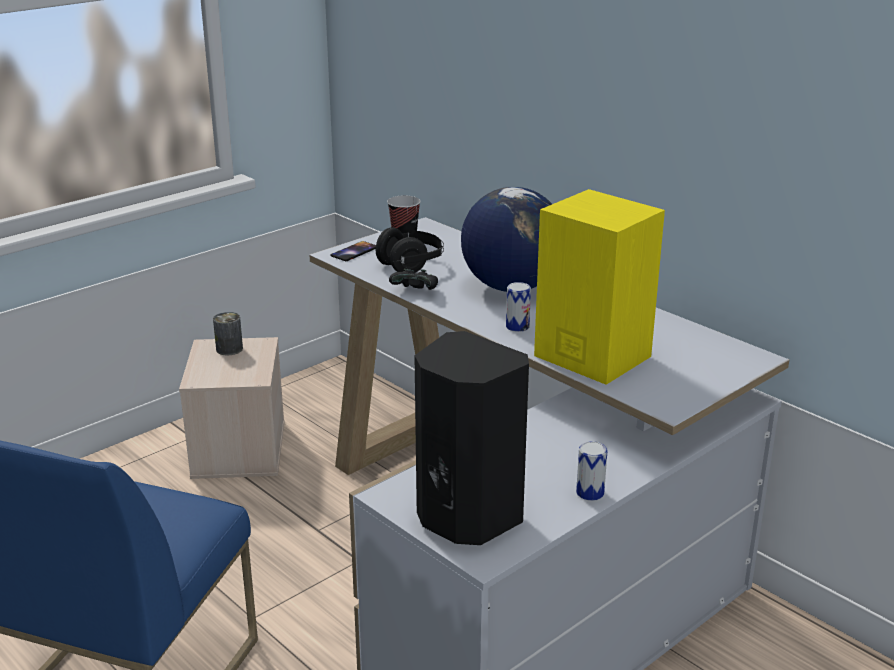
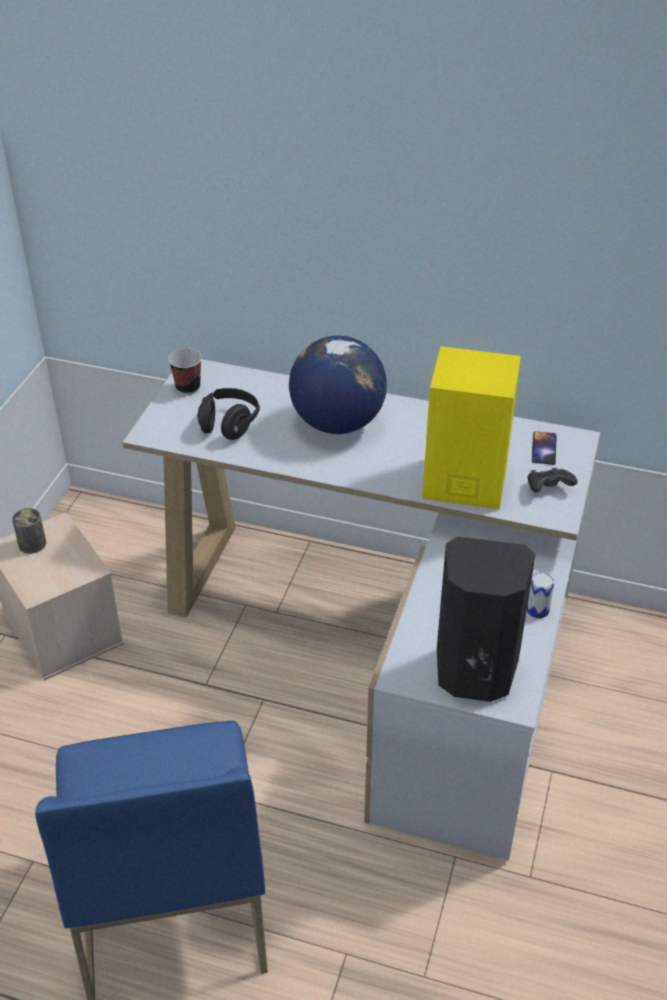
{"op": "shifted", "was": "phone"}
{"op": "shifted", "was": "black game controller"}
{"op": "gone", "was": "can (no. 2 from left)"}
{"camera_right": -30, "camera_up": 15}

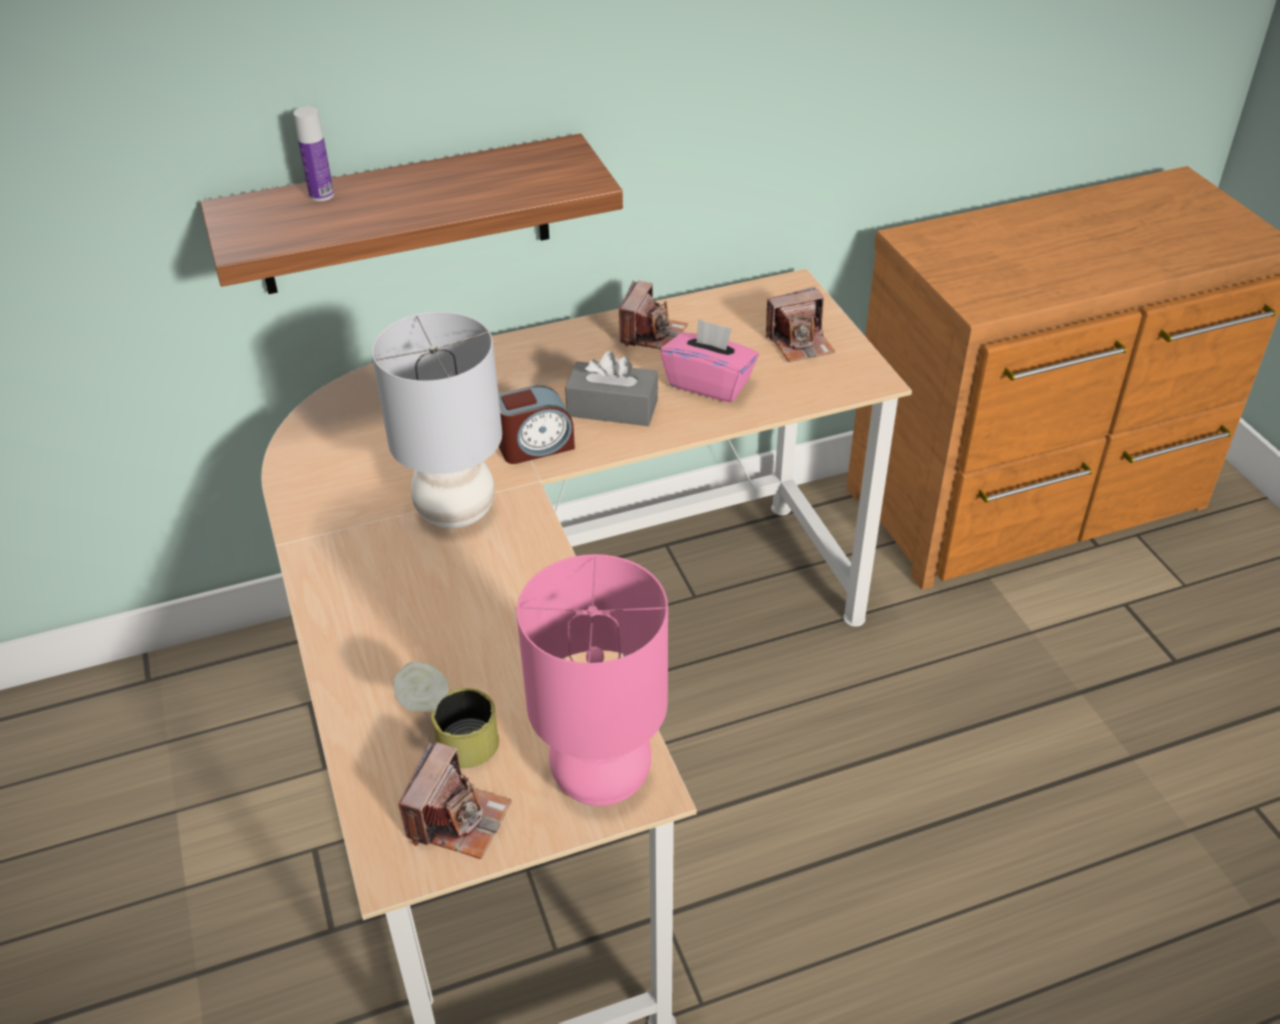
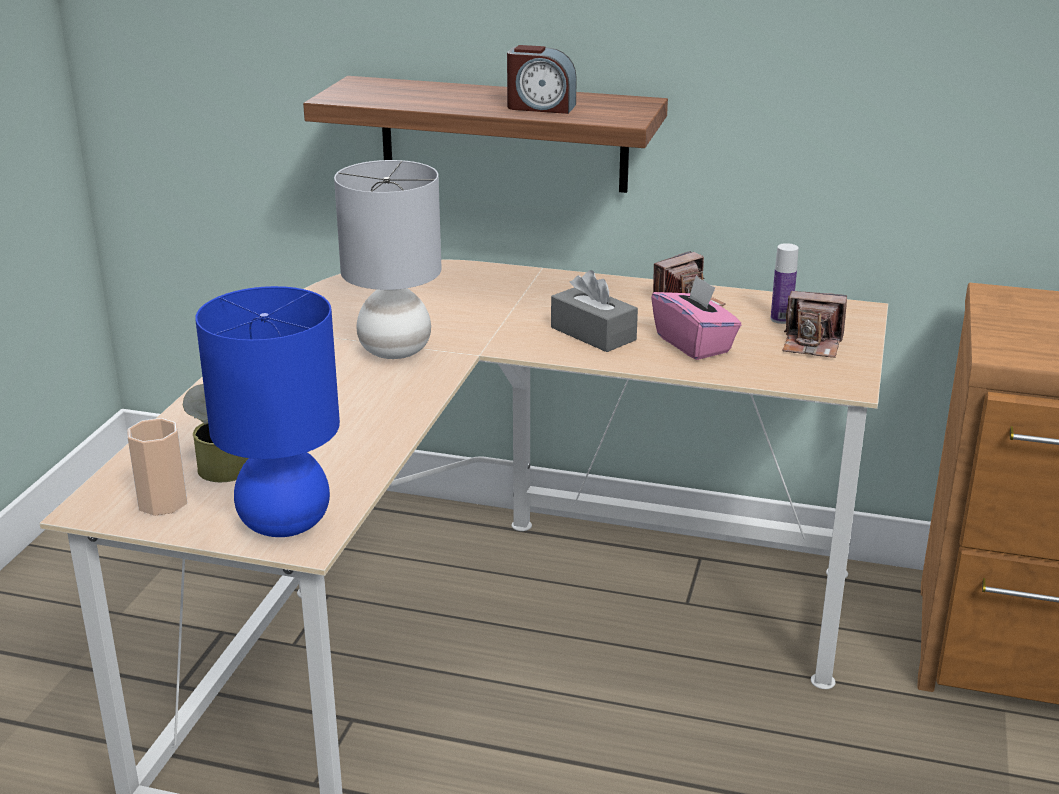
{"op": "shifted", "was": "bottle"}
{"op": "swapped", "was": "photo camera (no. 1 from left)", "now": "cup"}
{"op": "shifted", "was": "alarm clock"}
{"op": "repainted", "was": "pink table lamp", "now": "blue table lamp"}
{"camera_right": 35, "camera_up": -15}

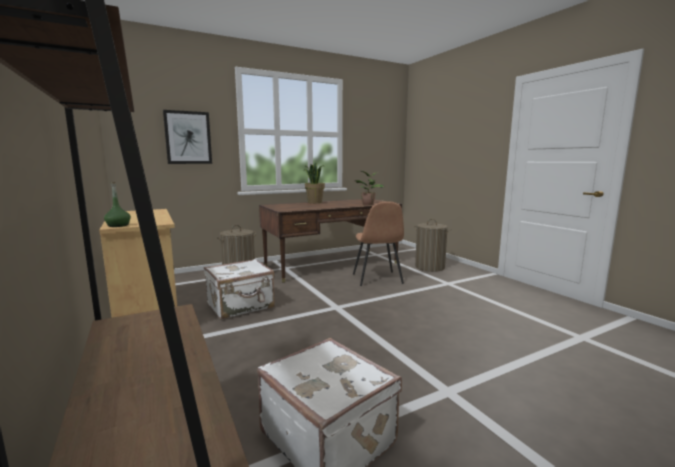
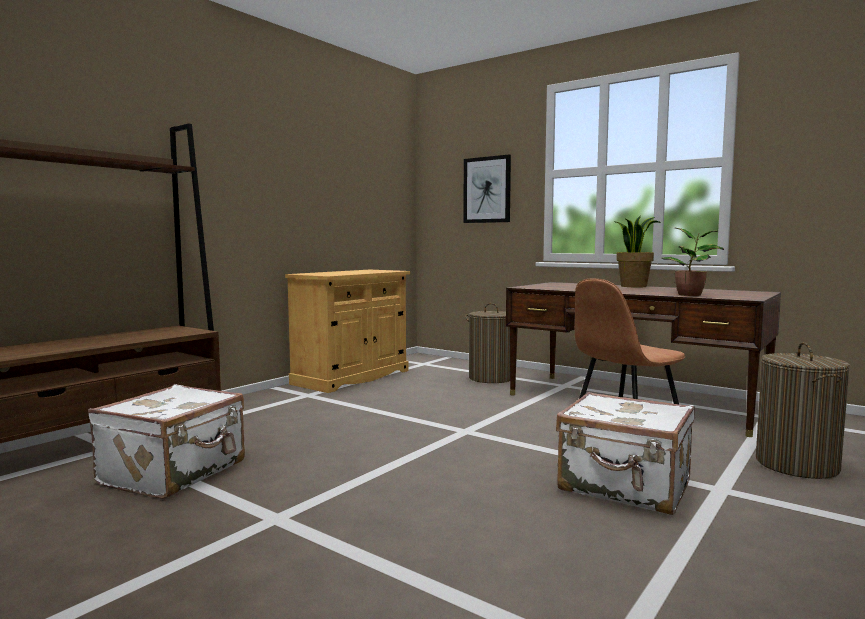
{"op": "gone", "was": "green bottle"}
{"op": "shifted", "was": "white suitcase (no. 1 from left in the first image)", "now": "white suitcase (no. 2 from left)"}
{"camera_right": 65, "camera_up": -5}

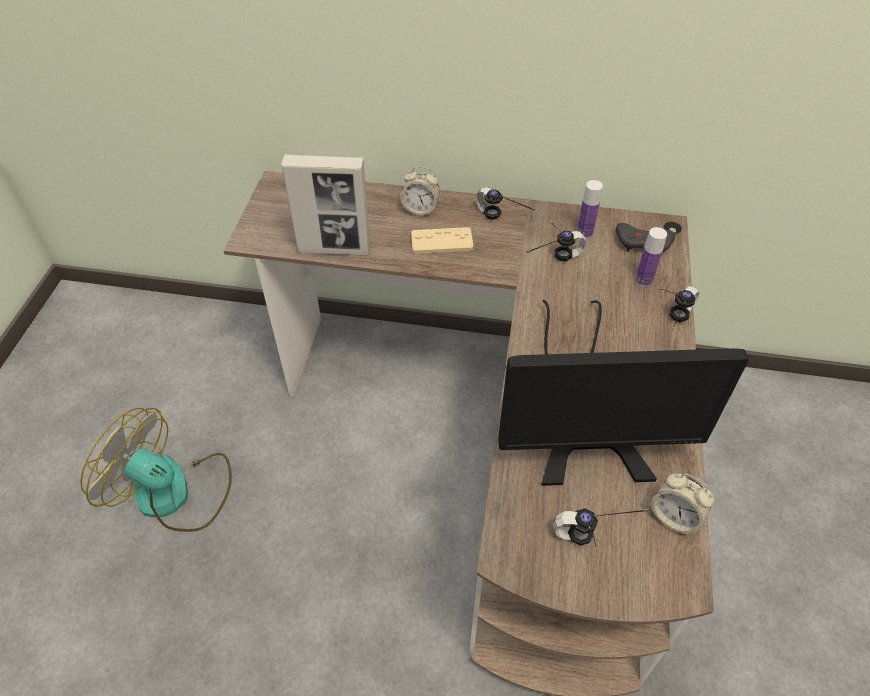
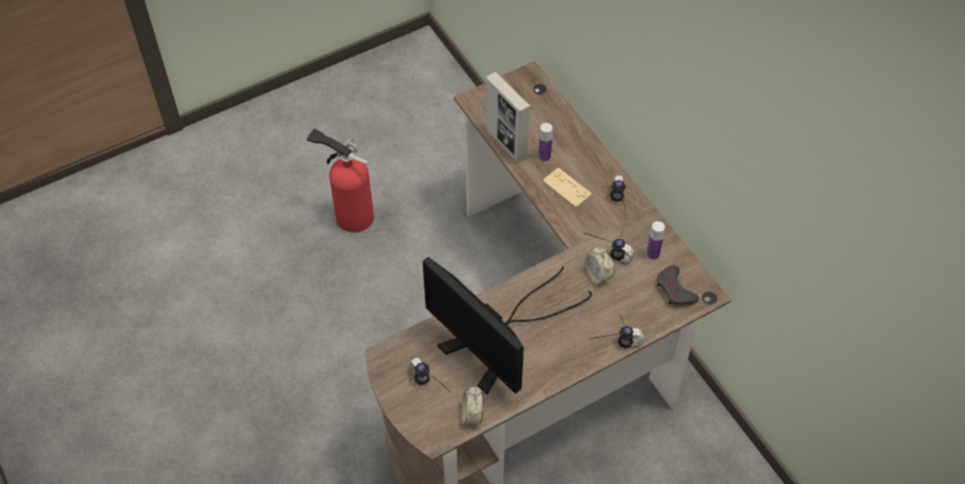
{"op": "swapped", "was": "fan", "now": "fire extinguisher"}
{"op": "shifted", "was": "alarm clock (no. 1 from left in the first image)", "now": "alarm clock (no. 2 from left)"}
{"op": "shifted", "was": "bottle (no. 2 from left in the first image)", "now": "bottle (no. 1 from left)"}
{"camera_right": 50, "camera_up": 5}

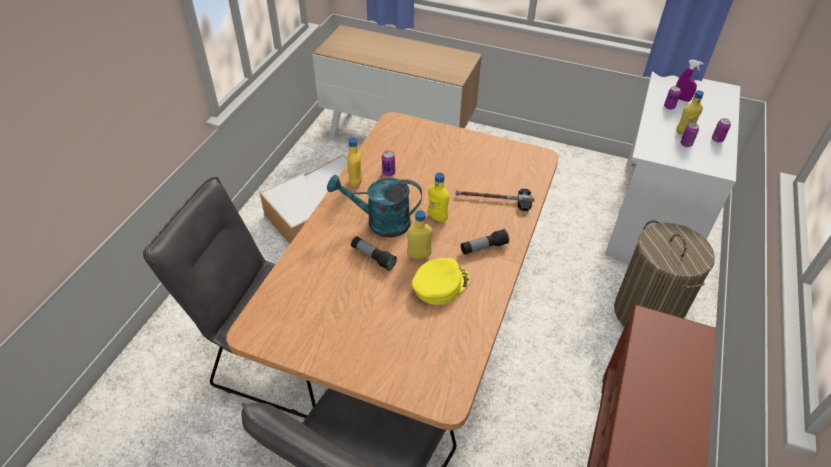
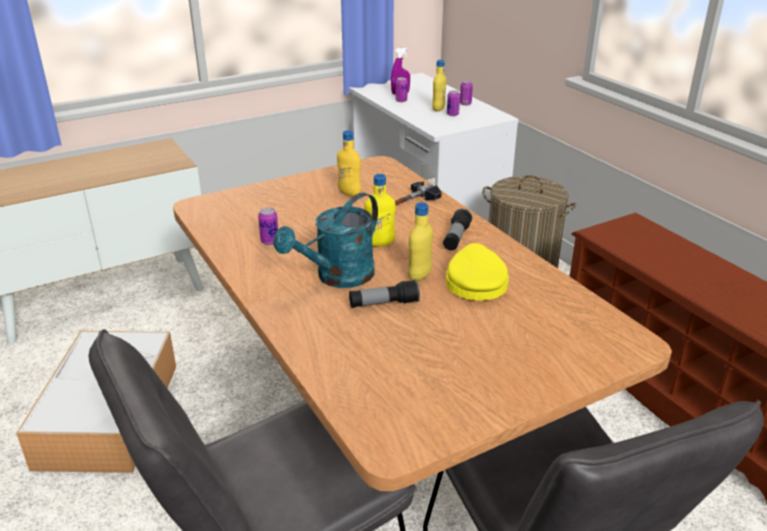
{"op": "shifted", "was": "yellow bottle (no. 1 from left)"}
{"camera_right": -50, "camera_up": -15}

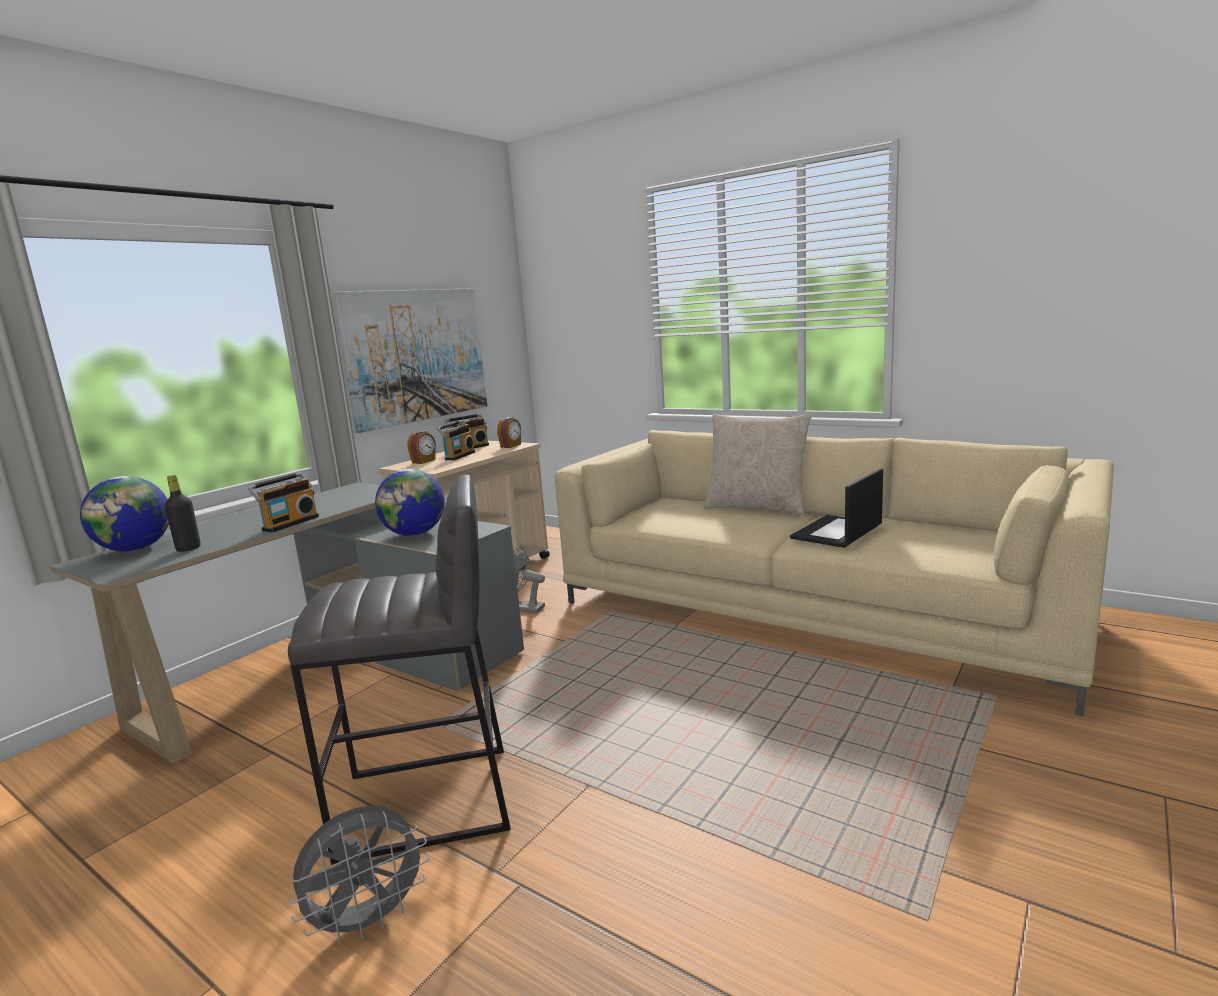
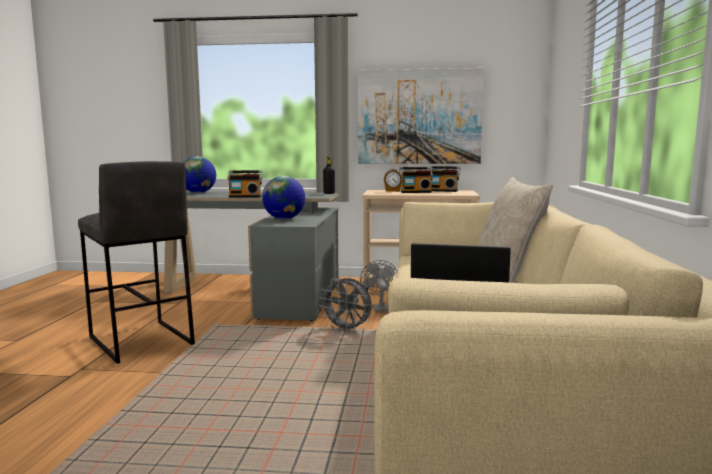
{"op": "shifted", "was": "black bottle"}
{"op": "shifted", "was": "grey fan (no. 1 from left)"}
{"op": "gone", "was": "alarm clock (no. 2 from left)"}
{"camera_right": 60, "camera_up": -5}

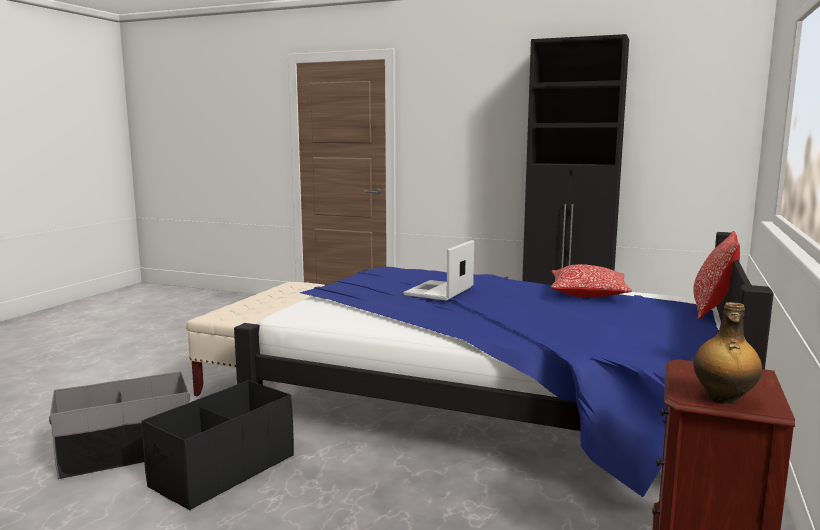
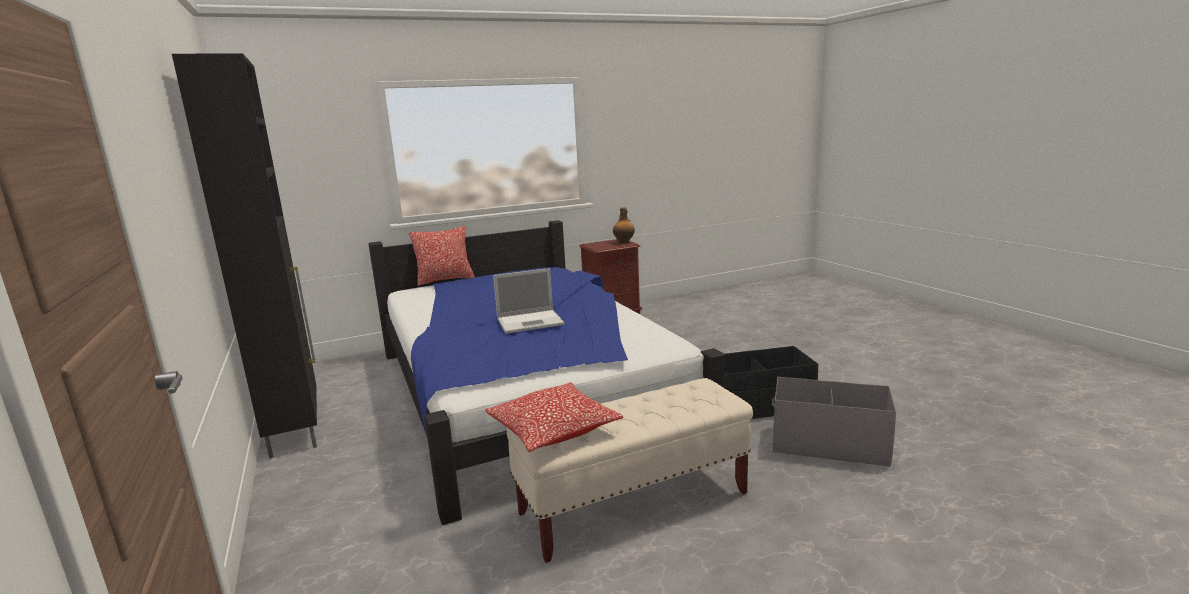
{"op": "shifted", "was": "pillow (no. 1 from left in the first image)", "now": "pillow (no. 2 from left)"}
{"camera_right": -135, "camera_up": 5}

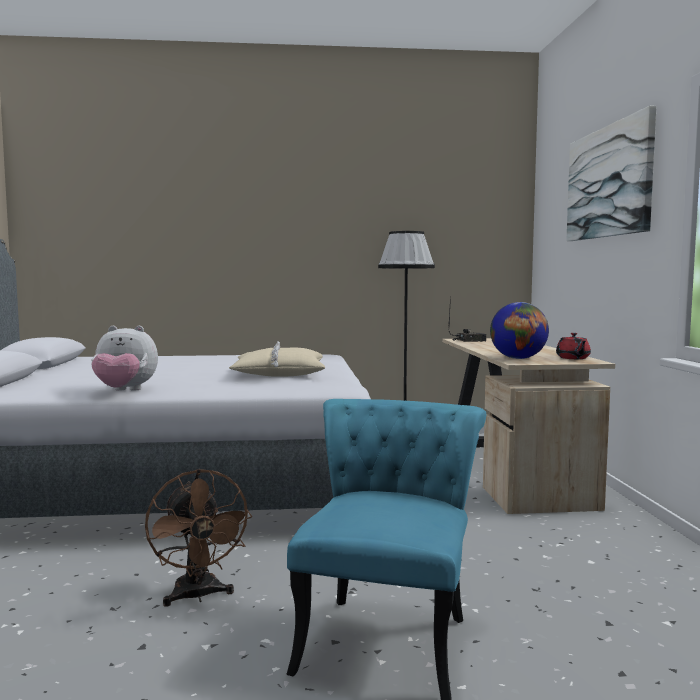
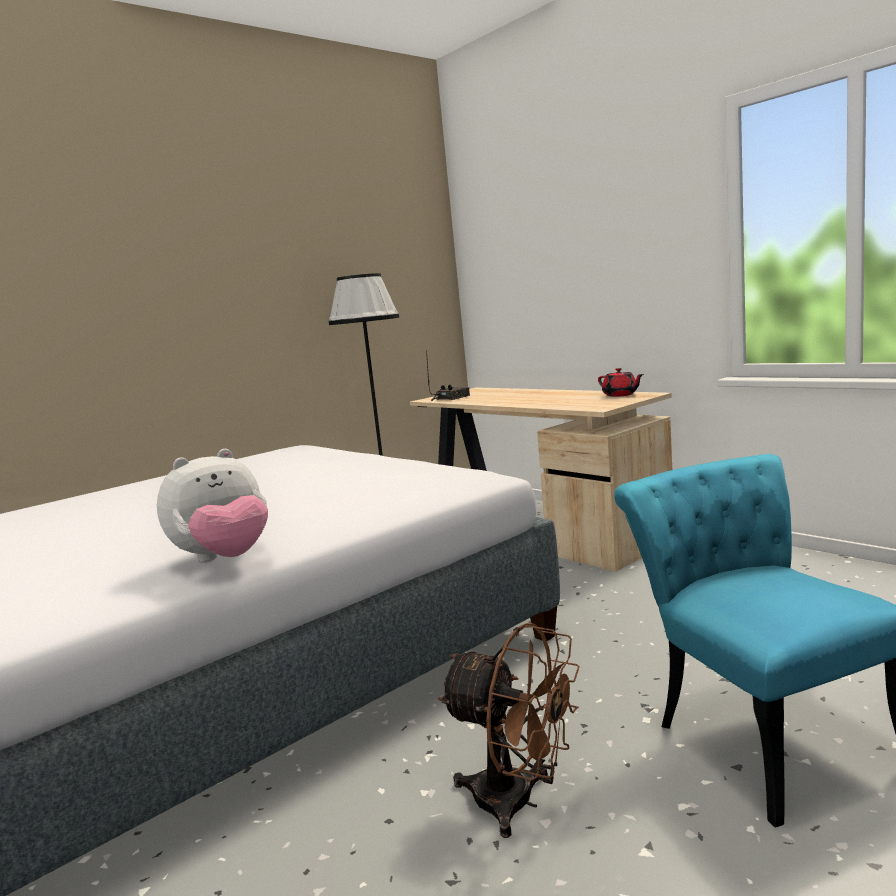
{"op": "gone", "was": "beige pillow"}
{"op": "gone", "was": "globe"}
{"op": "gone", "was": "picture"}
{"camera_right": -35, "camera_up": 5}

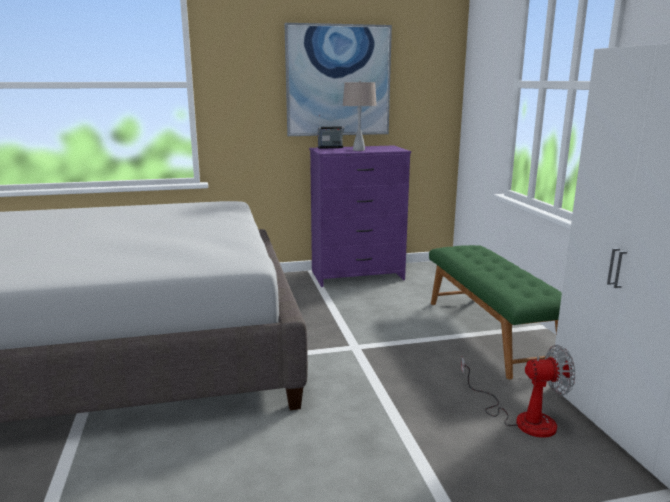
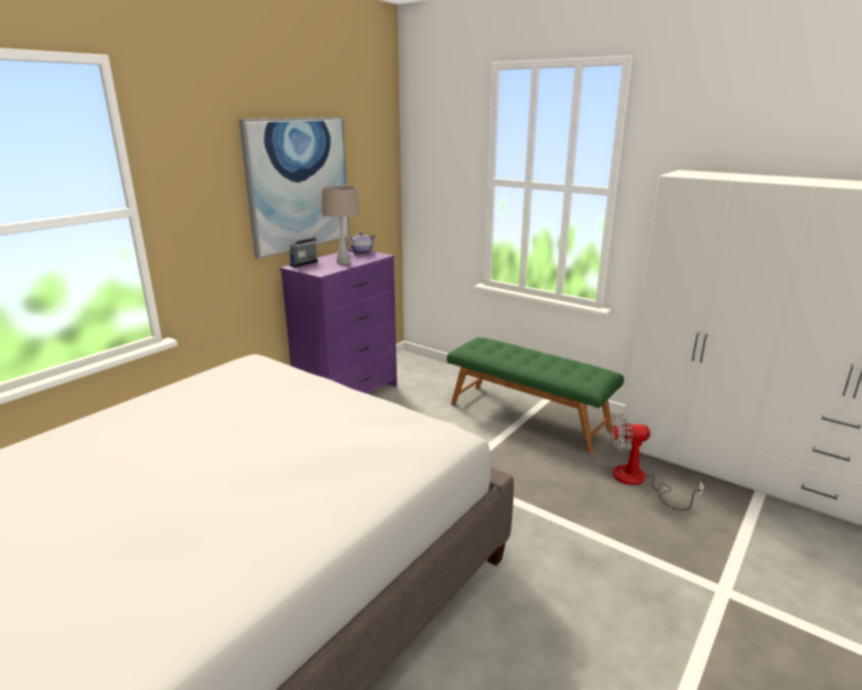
{"op": "rotated", "was": "fan", "clockwise": -135}
{"op": "new", "now": "teapot"}
{"camera_right": -40, "camera_up": 5}

